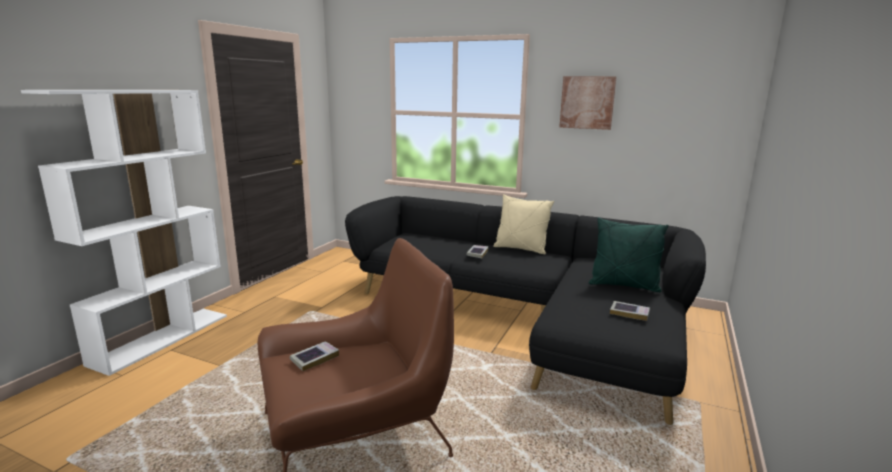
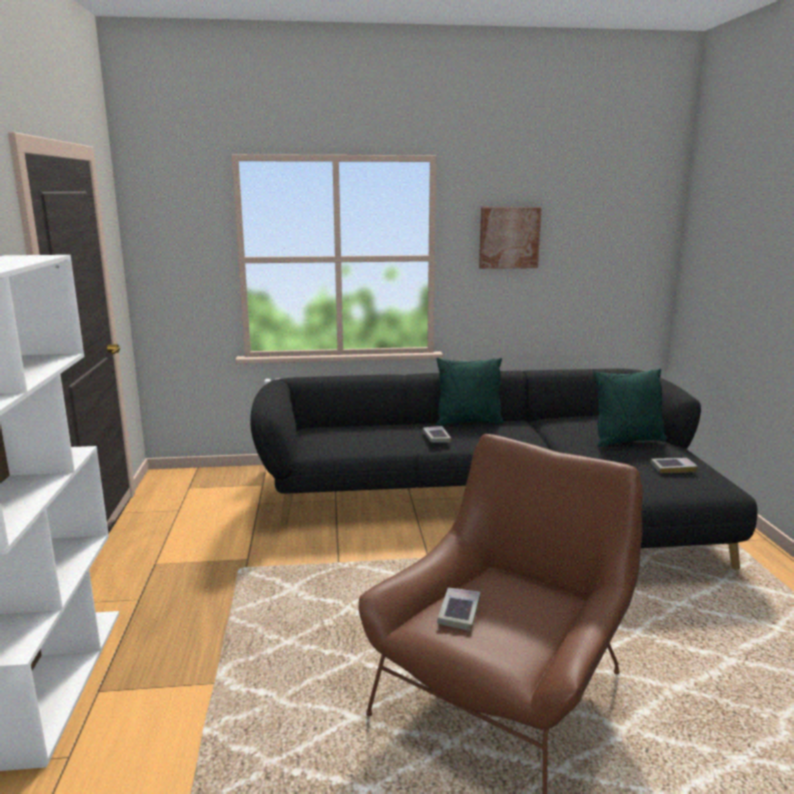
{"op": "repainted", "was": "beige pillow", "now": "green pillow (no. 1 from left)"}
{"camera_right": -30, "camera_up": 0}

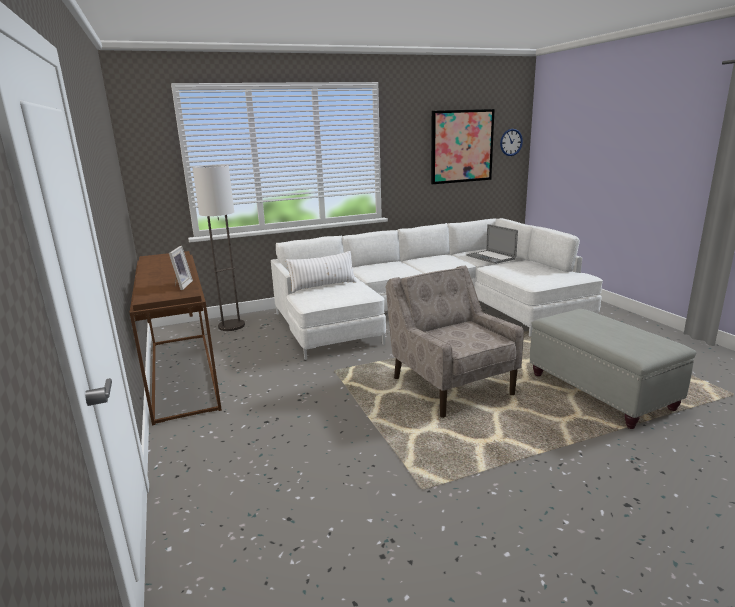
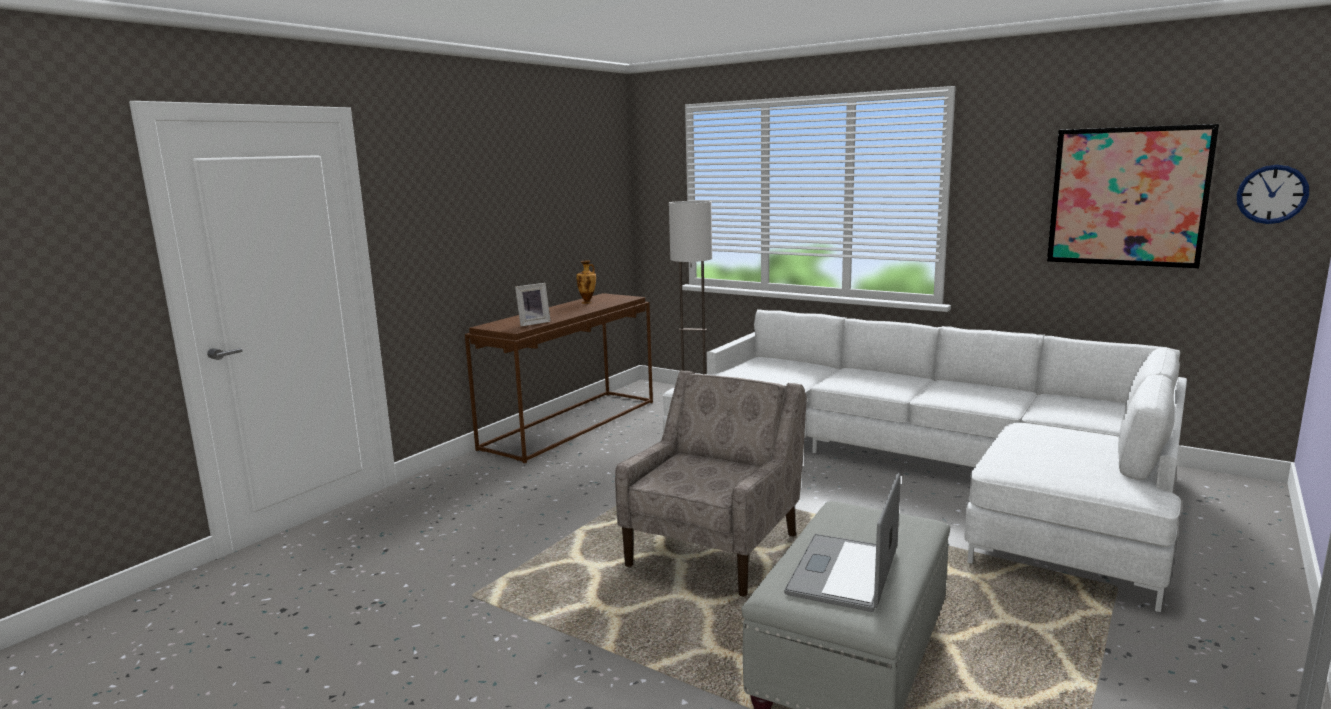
{"op": "gone", "was": "white pillow"}
{"op": "shifted", "was": "laptop"}
{"op": "new", "now": "vase"}
{"camera_right": 55, "camera_up": -5}

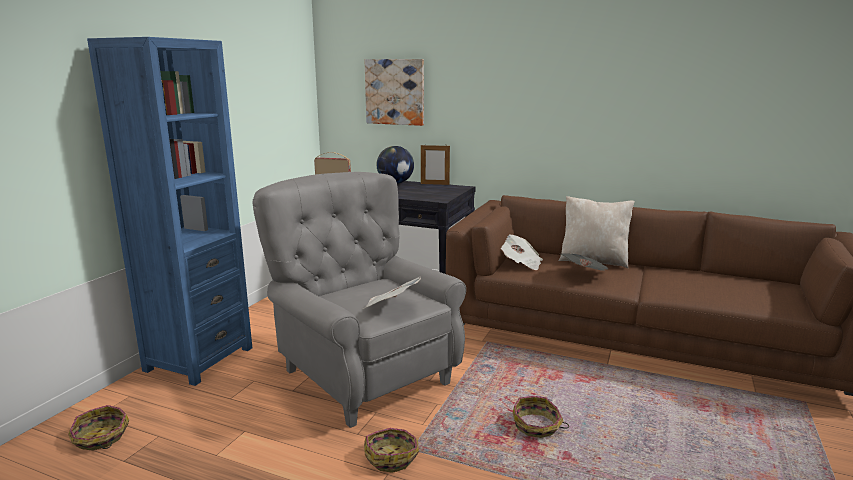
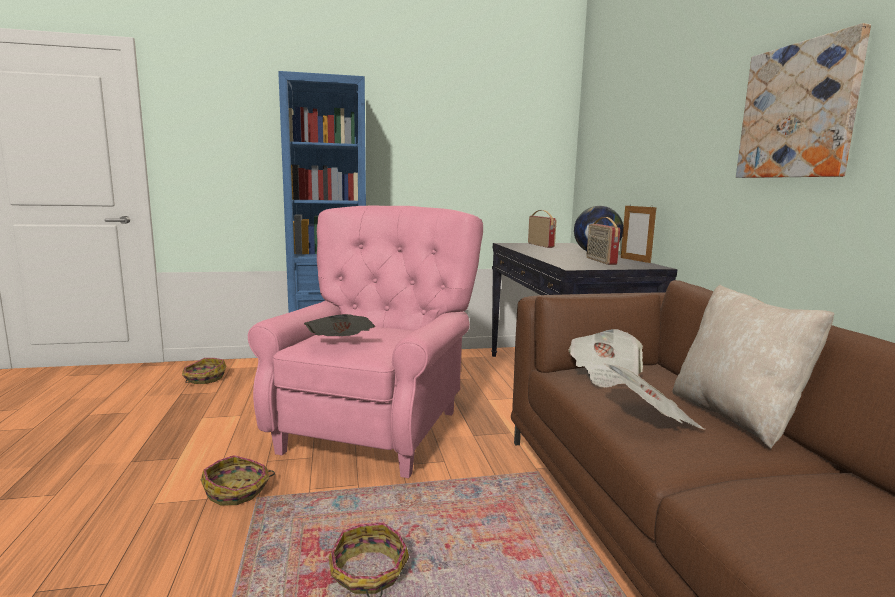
{"op": "repainted", "was": "grey armchair", "now": "pink armchair"}
{"op": "shifted", "was": "picture"}
{"op": "new", "now": "radio (no. 2 from left)"}
{"camera_right": 55, "camera_up": -5}

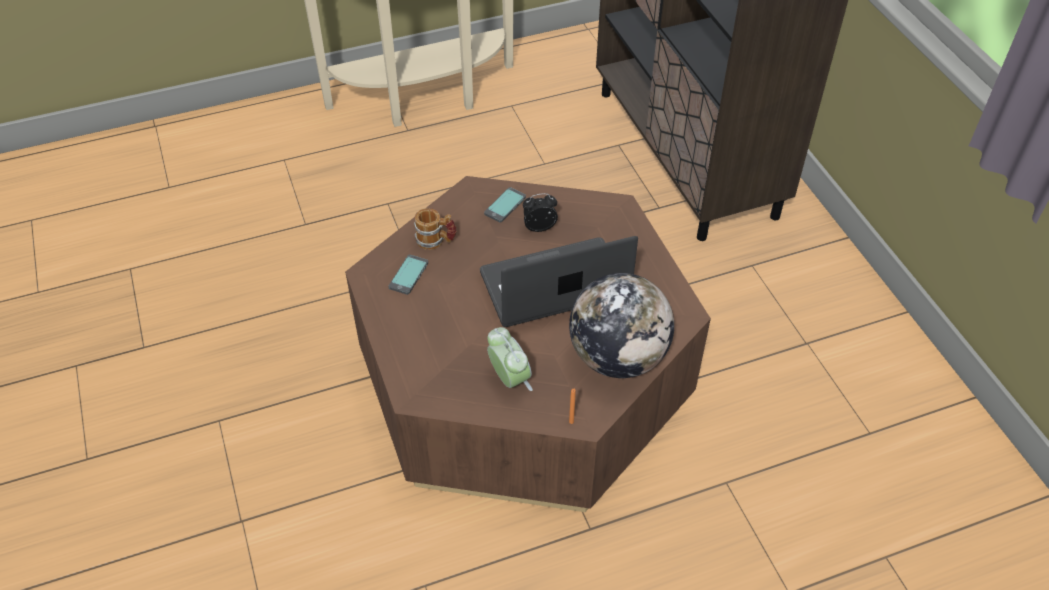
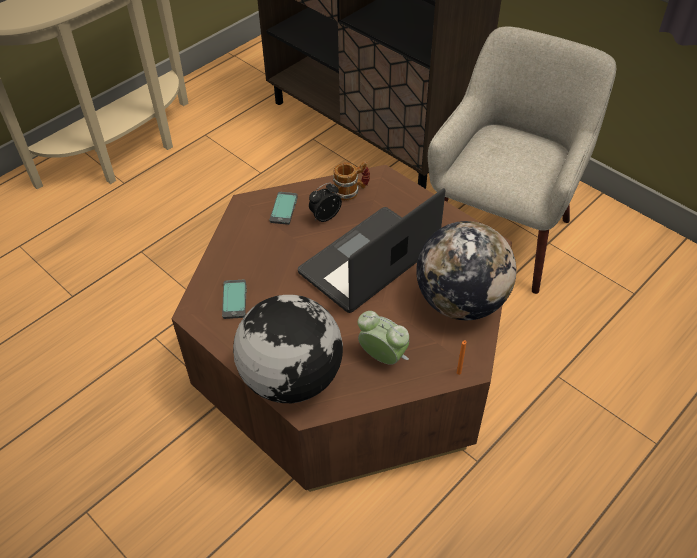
{"op": "shifted", "was": "mug"}
{"op": "new", "now": "globe (no. 1 from left)"}
{"op": "new", "now": "beige armchair"}
{"camera_right": -25, "camera_up": 0}

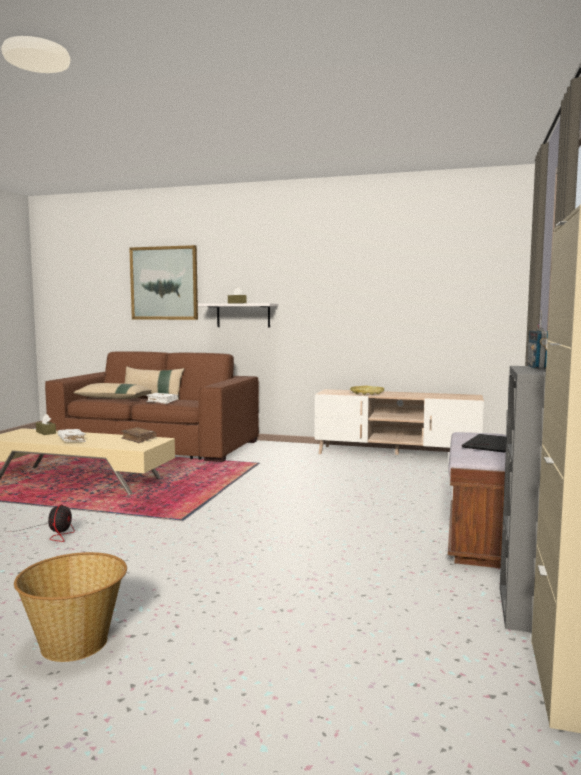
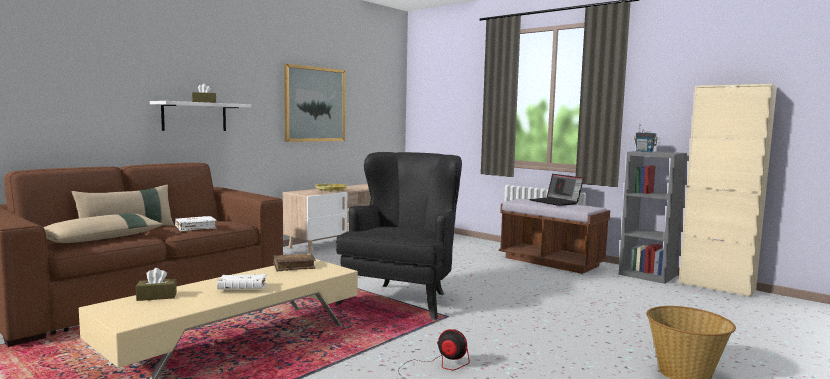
{"op": "shifted", "was": "picture"}
{"op": "new", "now": "black armchair"}
{"camera_right": -65, "camera_up": 0}

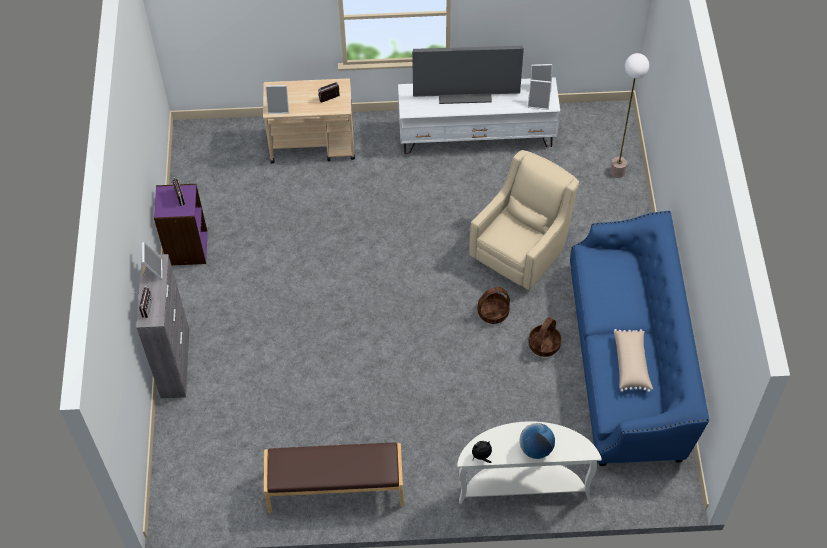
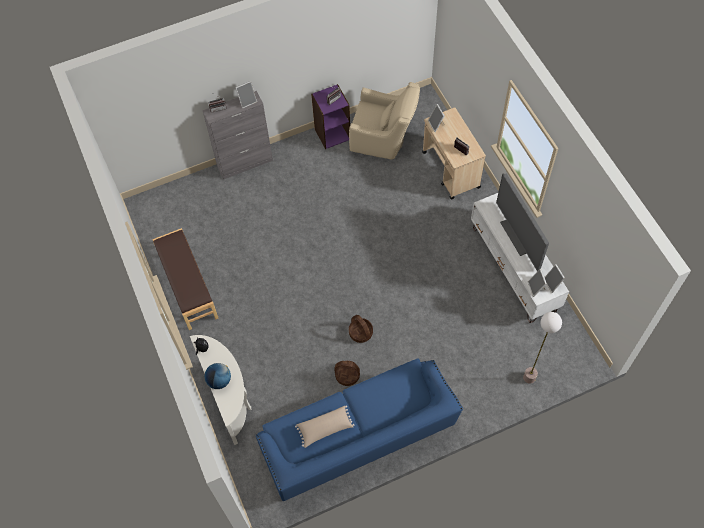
{"op": "shifted", "was": "beige armchair"}
{"camera_right": 70, "camera_up": 5}

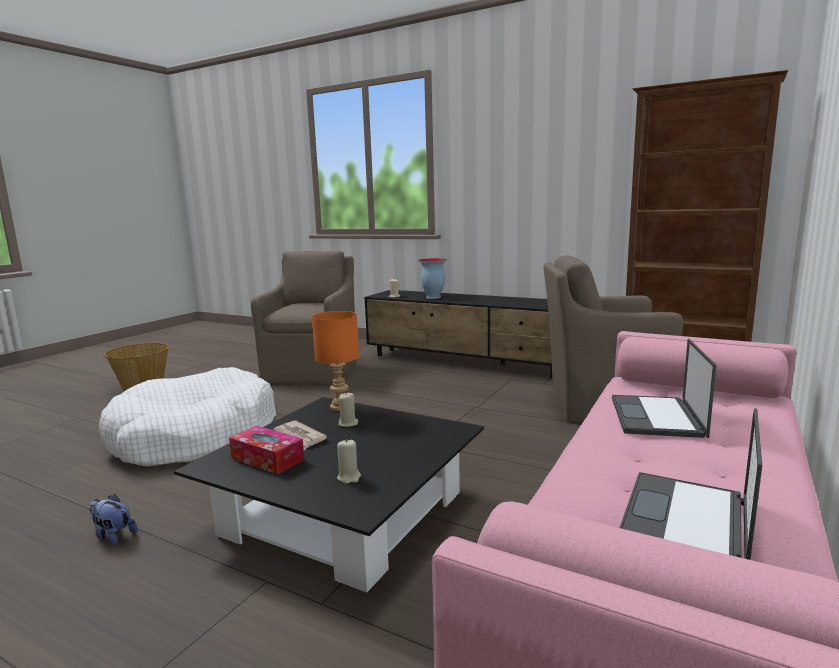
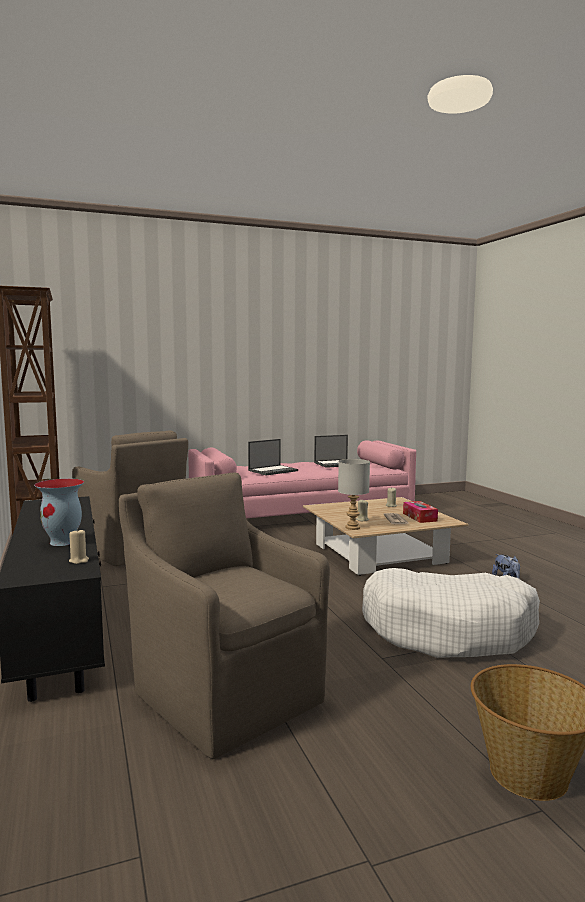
{"op": "repainted", "was": "black coffee table", "now": "beige coffee table"}
{"op": "rotated", "was": "brown armchair (no. 1 from left in the first image)", "clockwise": 90}
{"op": "repainted", "was": "orange table lamp", "now": "grey table lamp"}
{"camera_right": -140, "camera_up": -5}

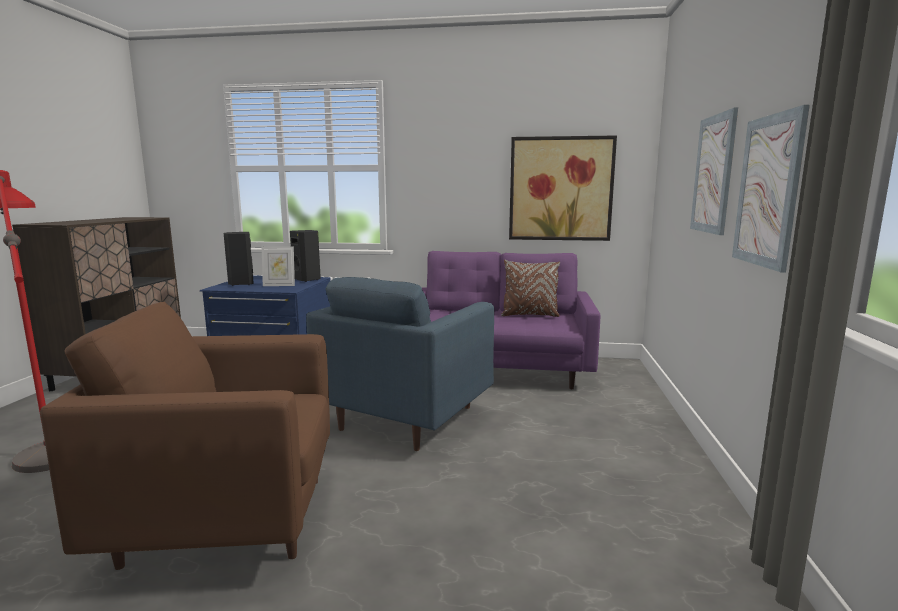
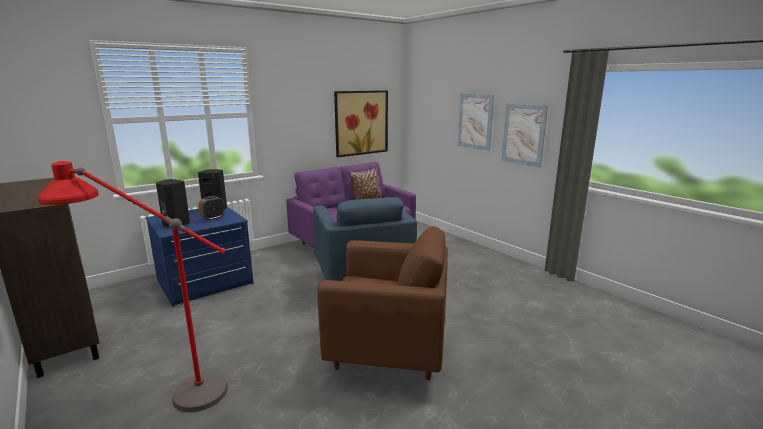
{"op": "rotated", "was": "brown armchair", "clockwise": -120}
{"op": "swapped", "was": "picture frame", "now": "alarm clock"}
{"camera_right": -45, "camera_up": 5}

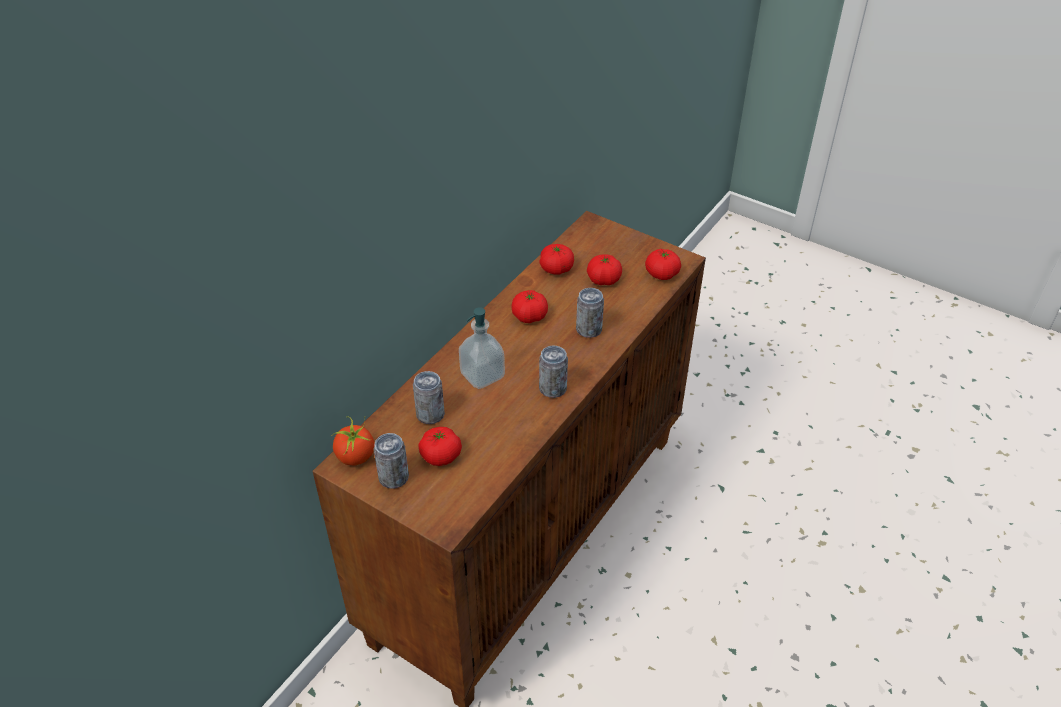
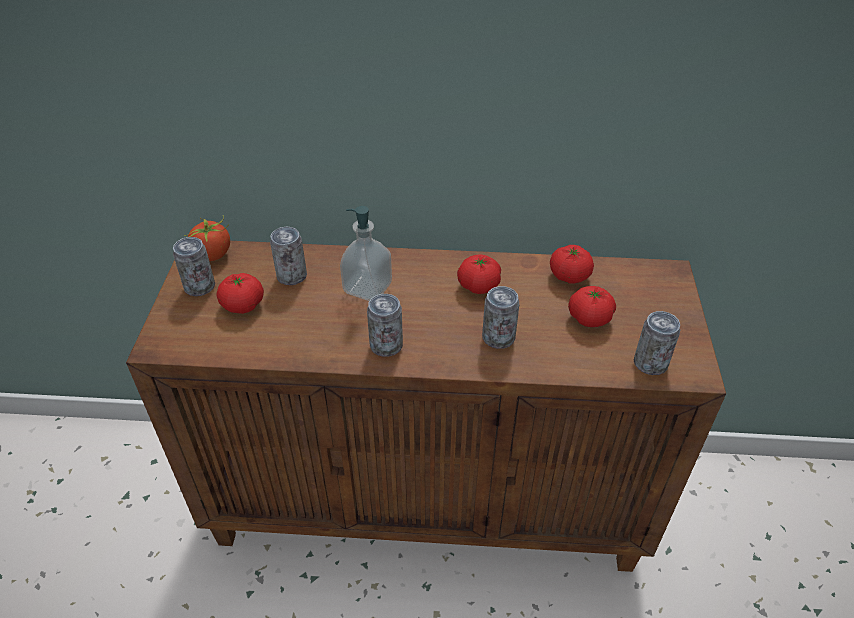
{"op": "swapped", "was": "tomato (no. 6 from left)", "now": "can (no. 5 from left)"}
{"camera_right": 60, "camera_up": 0}

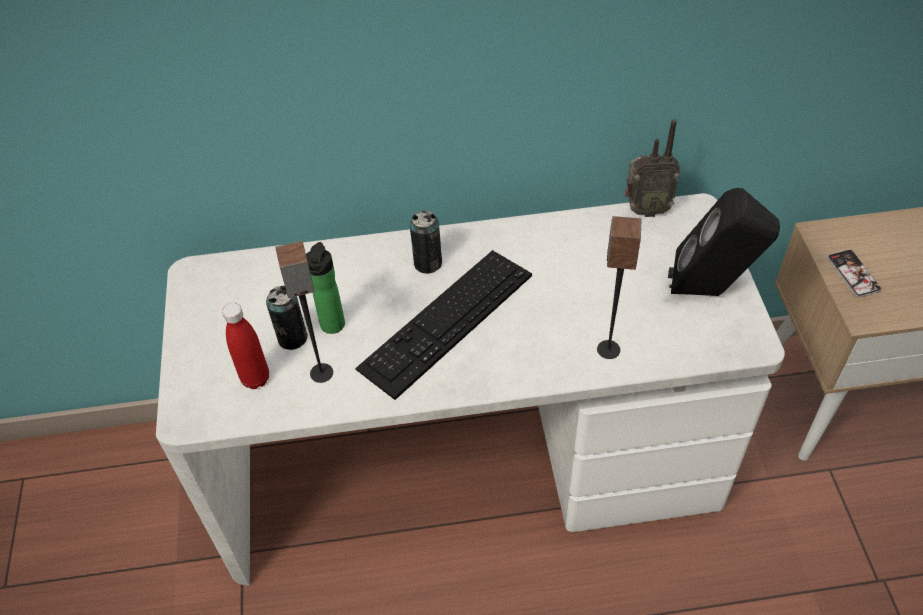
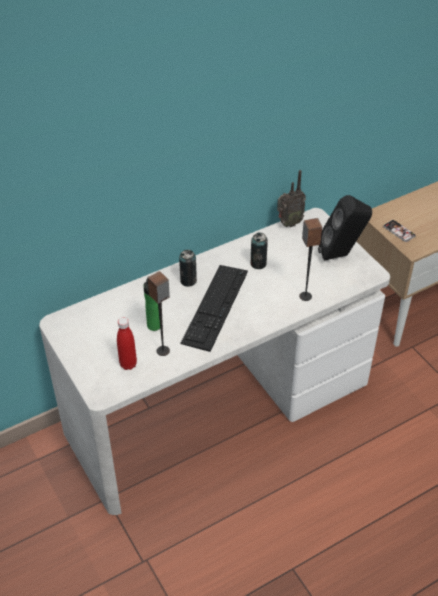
{"op": "shifted", "was": "can (no. 1 from left in the first image)", "now": "can (no. 2 from left)"}
{"camera_right": -25, "camera_up": -5}

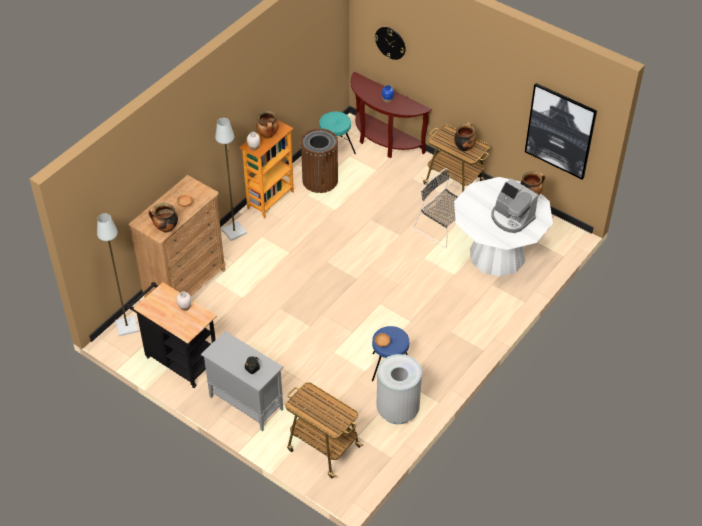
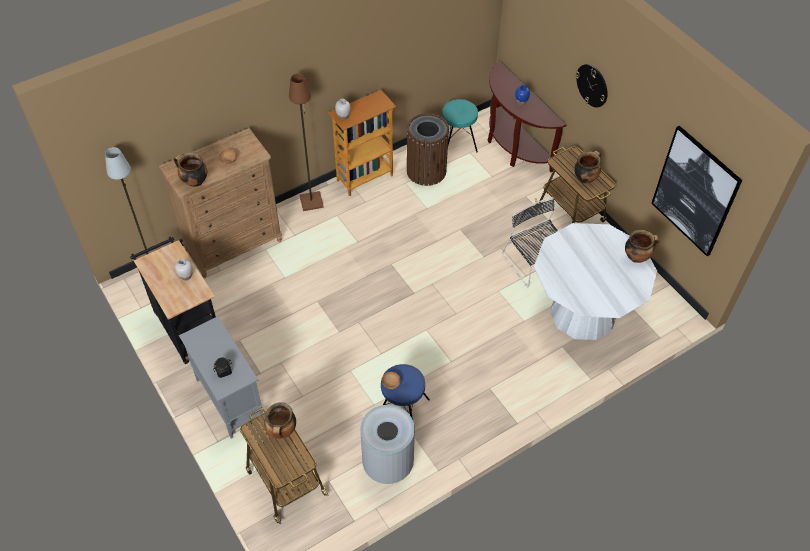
{"op": "repainted", "was": "grey floor lamp (no. 2 from left)", "now": "brown floor lamp"}
{"op": "shifted", "was": "cooking pot (no. 2 from left)"}
{"op": "shifted", "was": "wall clock"}
{"op": "gone", "was": "coffee machine"}
{"camera_right": 20, "camera_up": 5}

